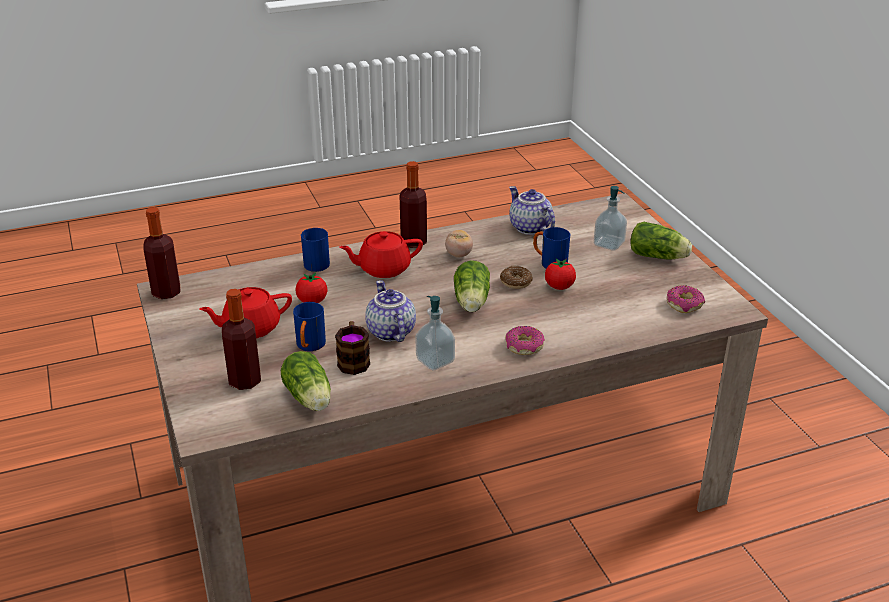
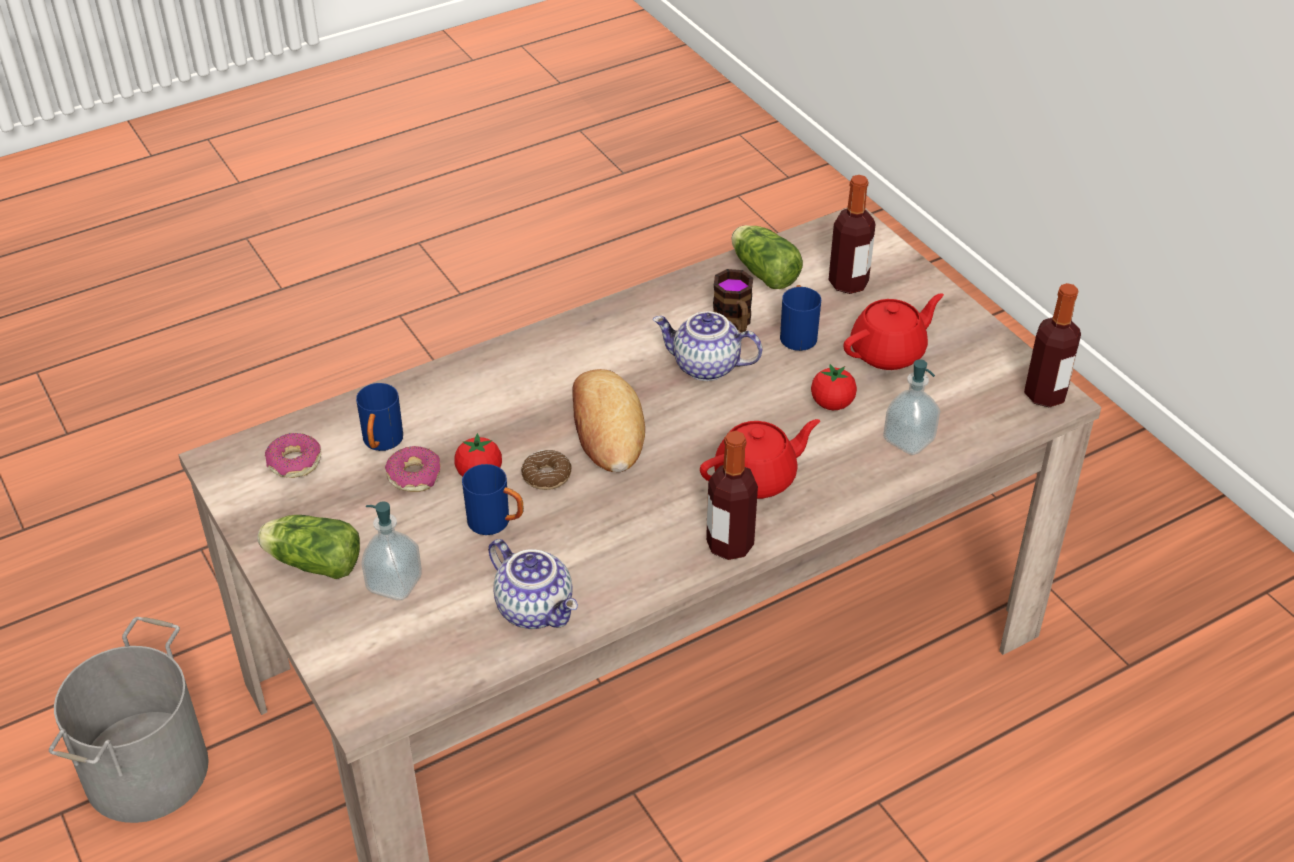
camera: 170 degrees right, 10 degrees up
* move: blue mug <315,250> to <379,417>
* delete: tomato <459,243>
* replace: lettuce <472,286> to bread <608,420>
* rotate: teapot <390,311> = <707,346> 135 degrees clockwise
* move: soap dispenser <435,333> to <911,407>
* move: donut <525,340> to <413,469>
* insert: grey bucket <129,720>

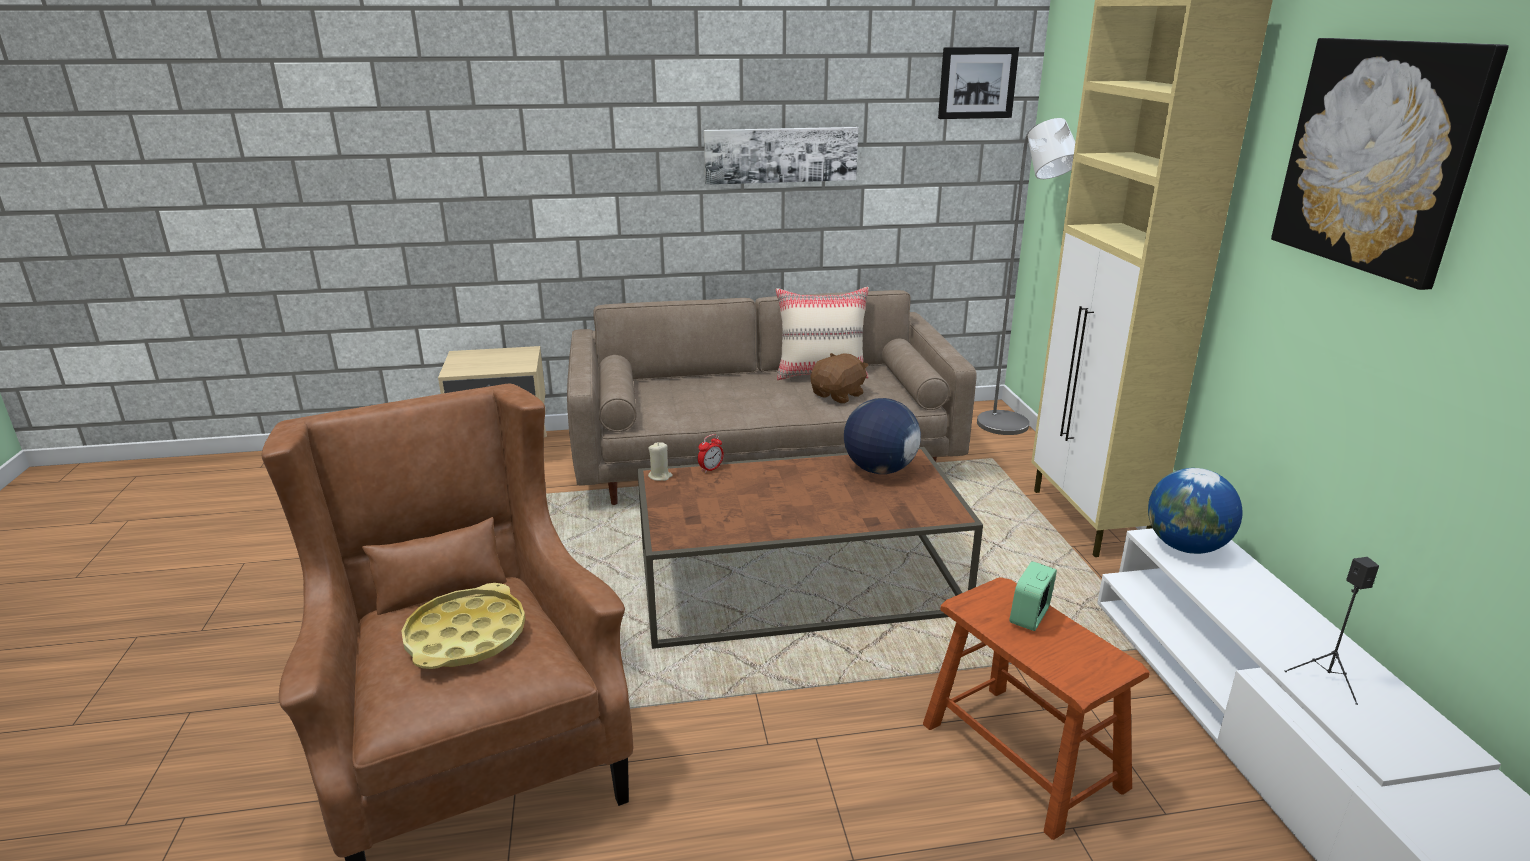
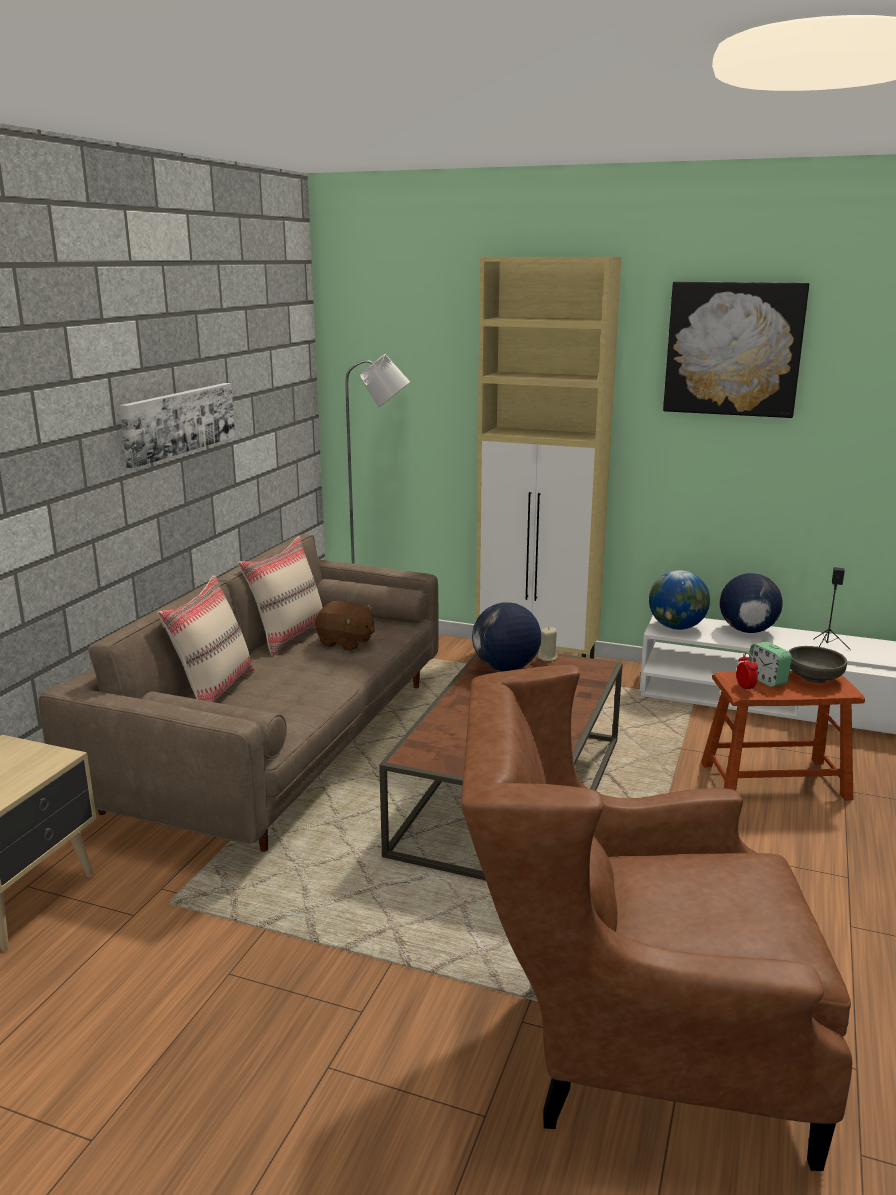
camera: 60 degrees left, 5 degrees down
* delete: picture <978,83>
* rotate: brown plush toy <840,378> = <345,626> 135 degrees clockwise
* move: alarm clock <711,453> to <747,672>
* move: beige candle <660,461> to <547,644>
* delete: yellow tray <463,626>
* insert: globe <751,603>
* insert: beige pillow <206,638>
* insert: grey bowl <818,664>

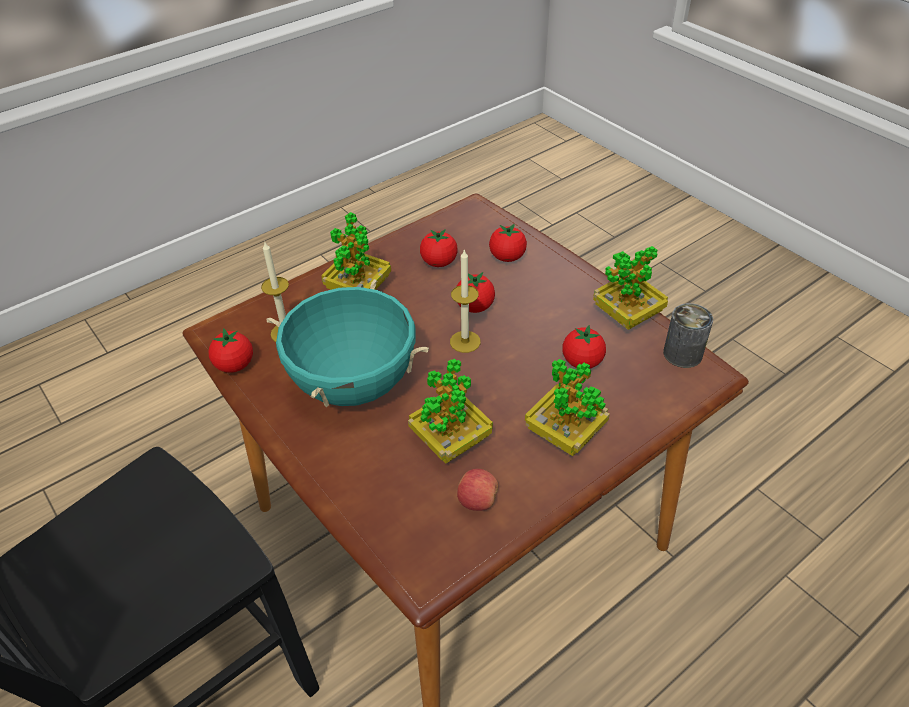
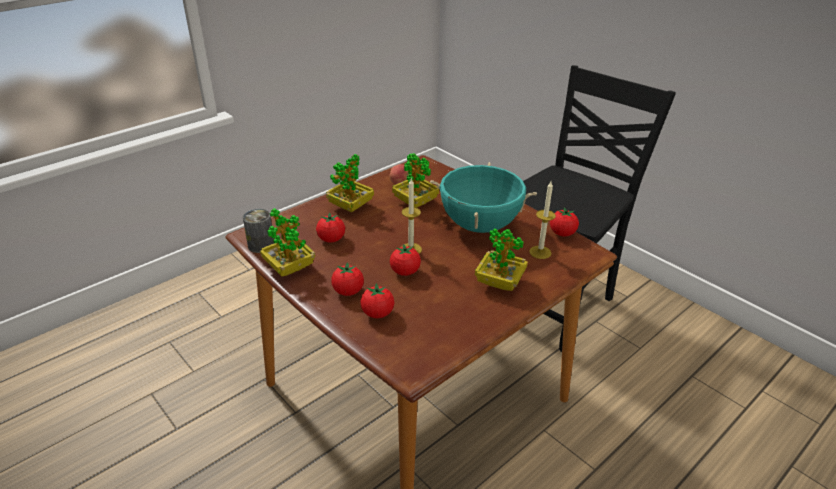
camera: 175 degrees right, 10 degrees down
* move: tomato <439,248> to <347,279>

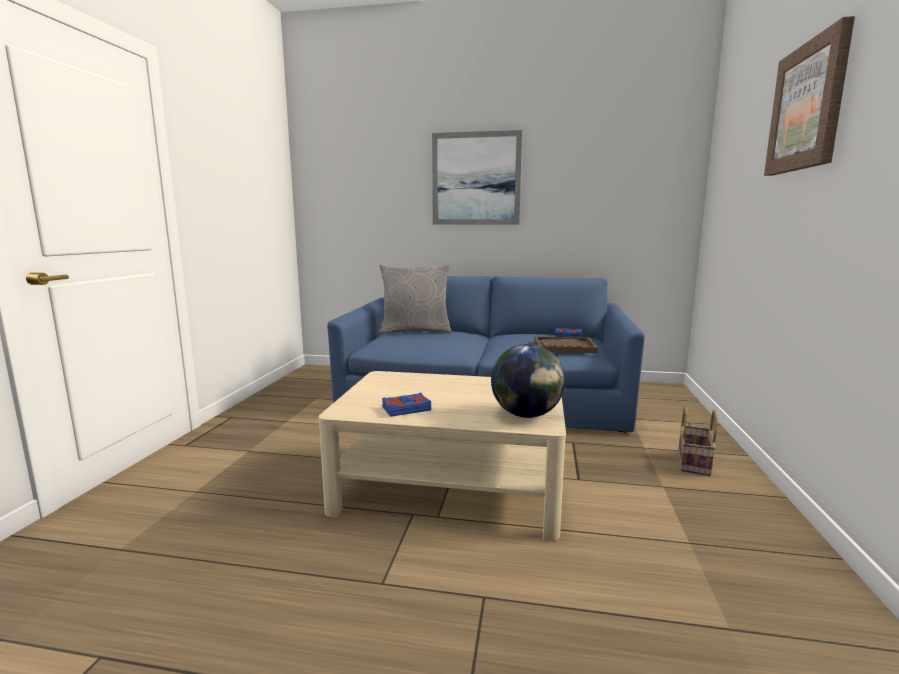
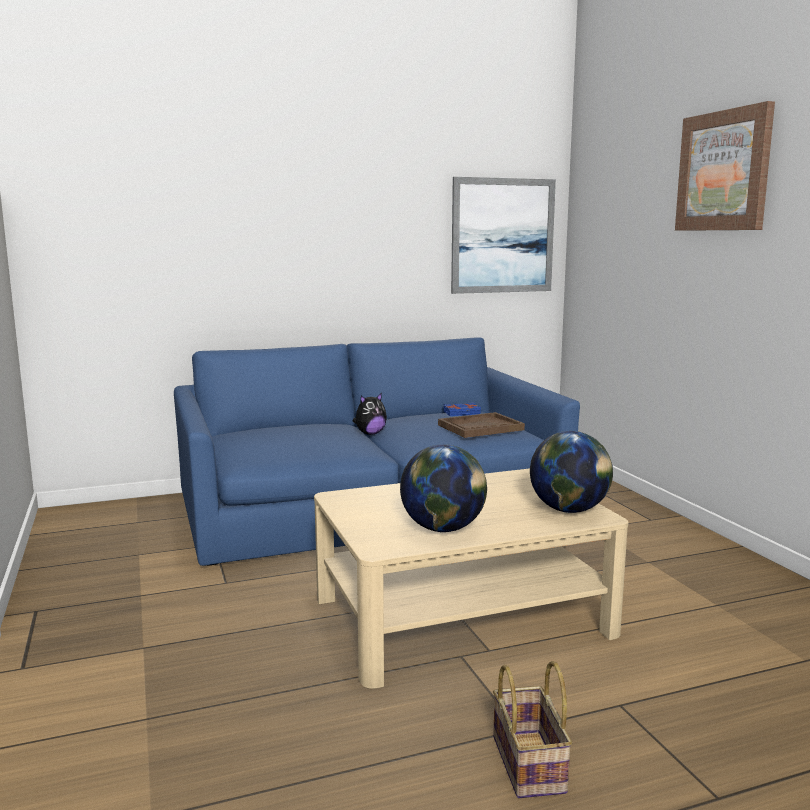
camera: 30 degrees left, 0 degrees up
* move: picture <477,177> to <503,235>
* delete: grey pillow <415,299>
* replace: blue book <406,405> to globe <443,488>
* move: basket <698,441> to <532,729>
* insert: plush toy <370,414>

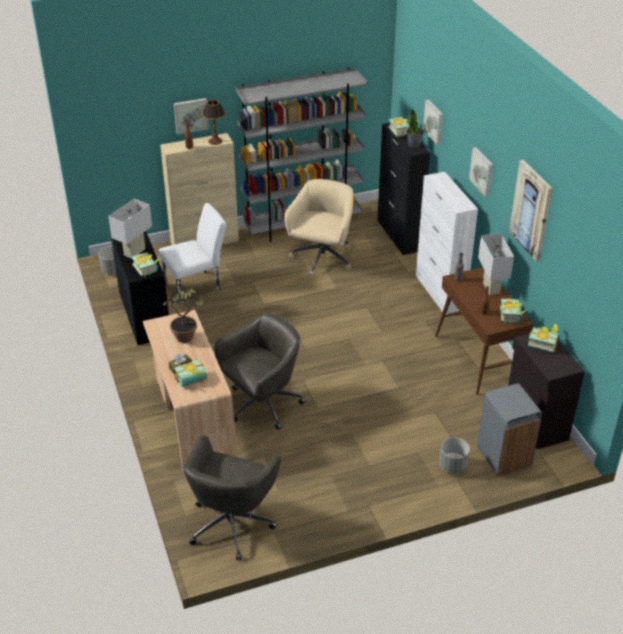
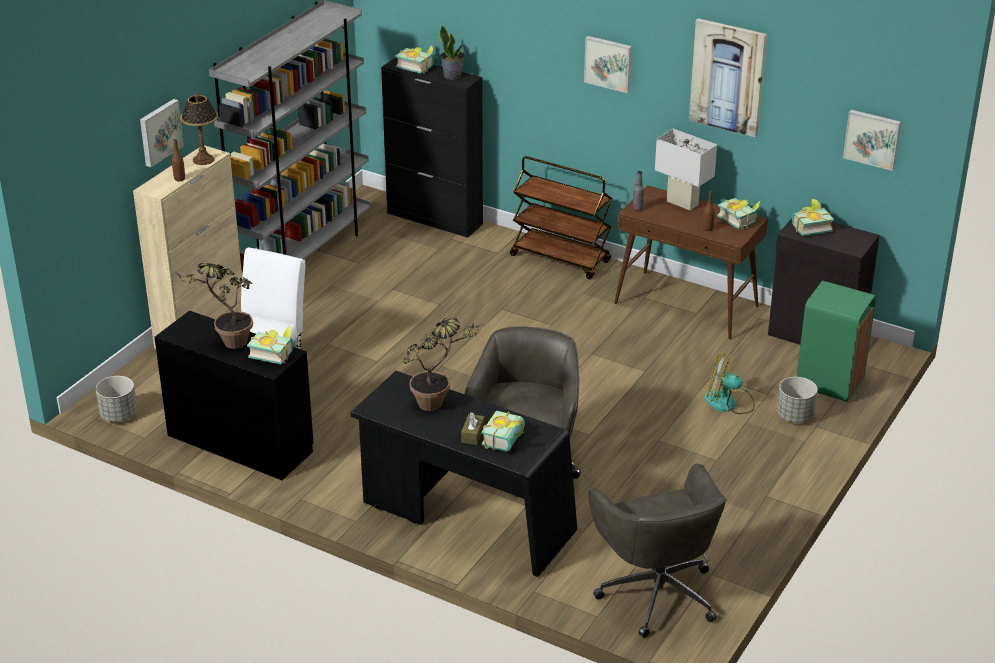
camera: 40 degrees left, 5 degrees down
* move: picture <433,122> to <872,140>
* replace: white cabinet <447,243> to brown cart <561,217>
* delete: beige office chair <318,227>
* replace: white table lamp <130,229> to potted plant <213,306>
* recolor: beige desk <190,392> to black desk <464,474>
* recolor: grey trash can <509,430> to green trash can <836,341>
* insert: fan <729,383>

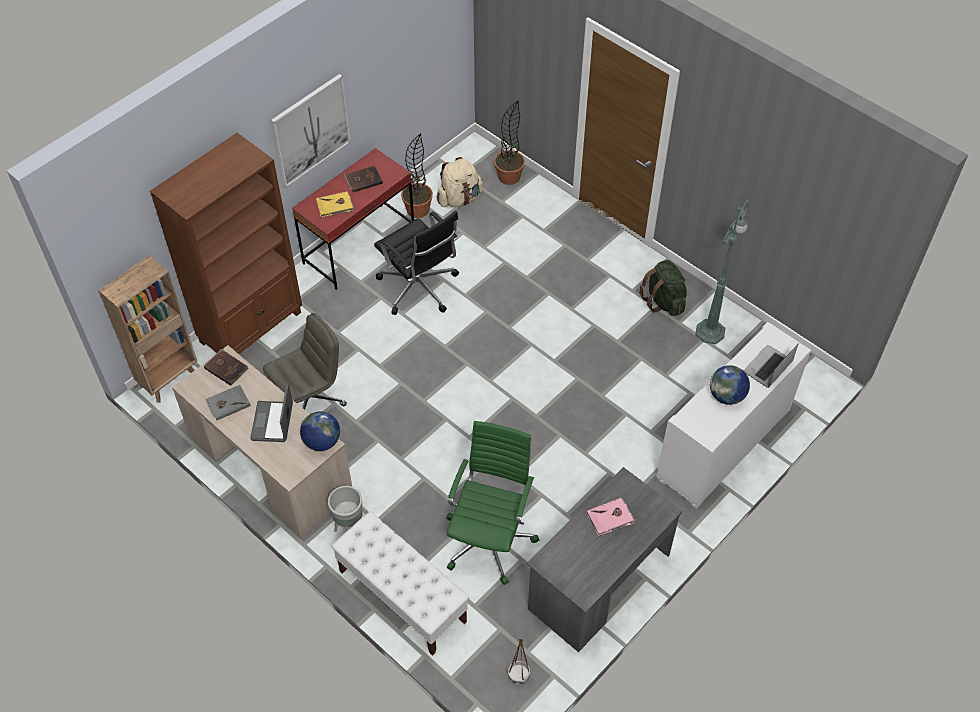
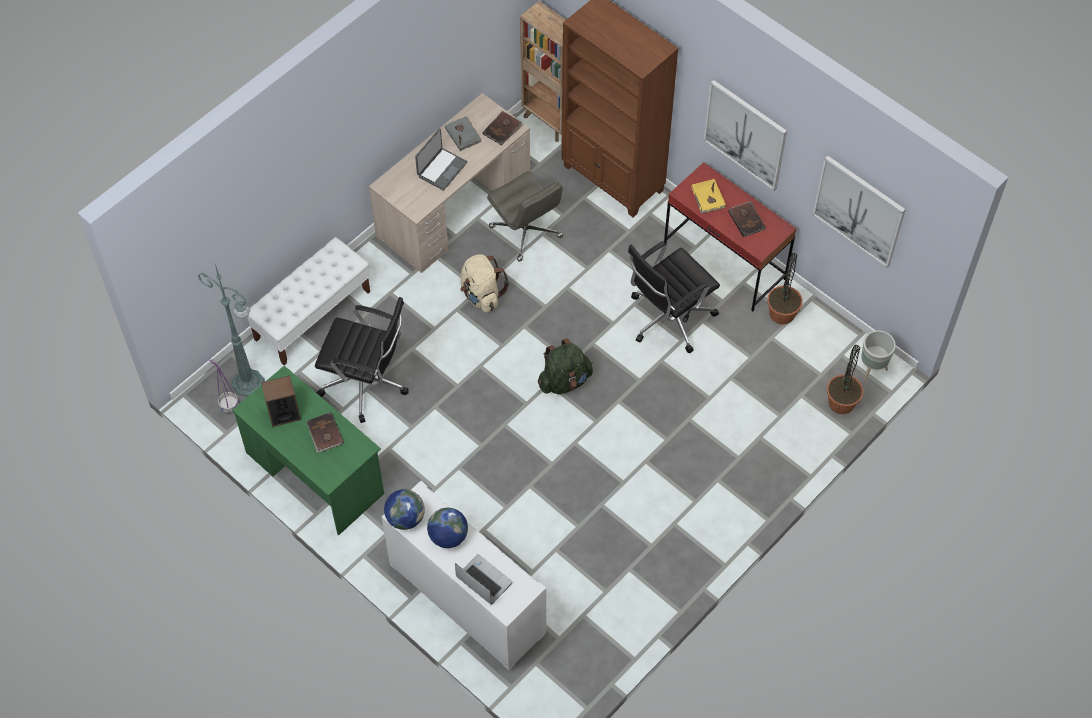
camera: 90 degrees right, 5 degrees up
* move: beige backpack <460,182> to <484,283>
* move: green floor lamp <722,269> to <231,330>
* move: green backpack <663,288> to <565,366>
* rotate: laptop <271,412> = <441,159> 120 degrees clockwise
* move: globe <320,431> to <404,509>
* recolor: green office chair <492,503> to black office chair <361,360>
* recolor: grey desk <604,559> to green desk <308,450>
* move: grey planter <345,509> to <878,355>
* recolor: pink book <610,517> to brown book <325,432>
* recolor: brown planter <519,662> to purple planter <224,385>
* insert: picture <859,211>
* insert: speaker <281,401>

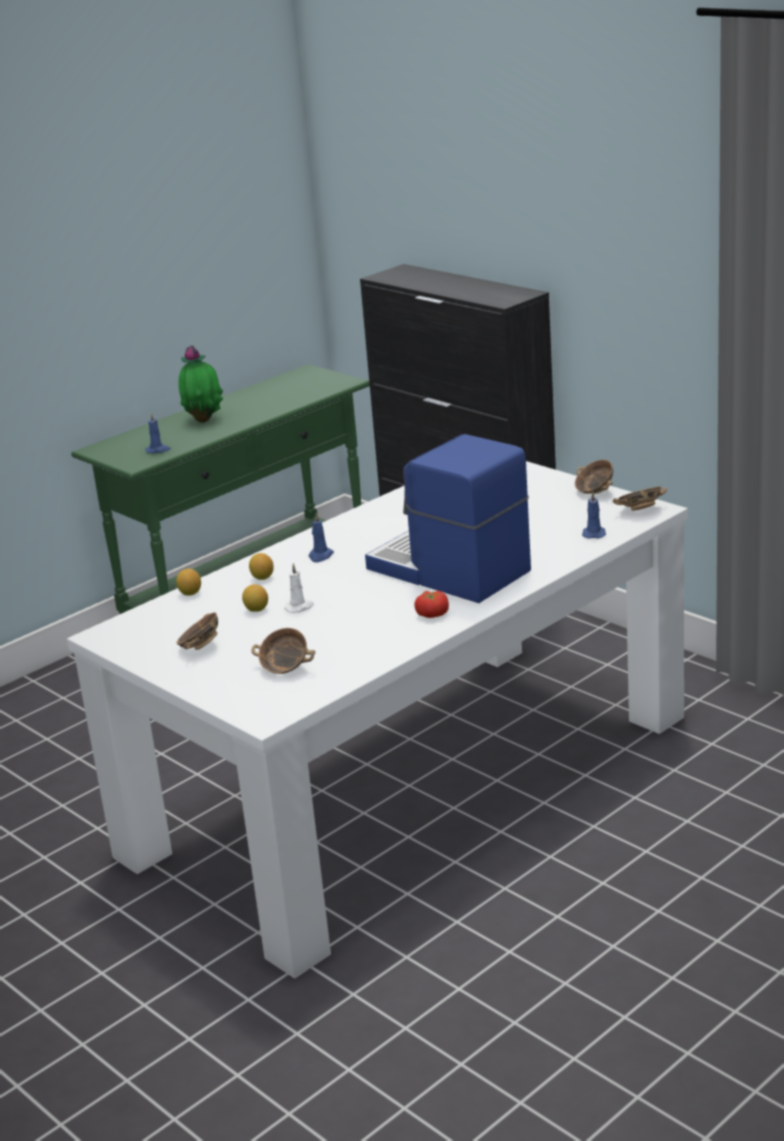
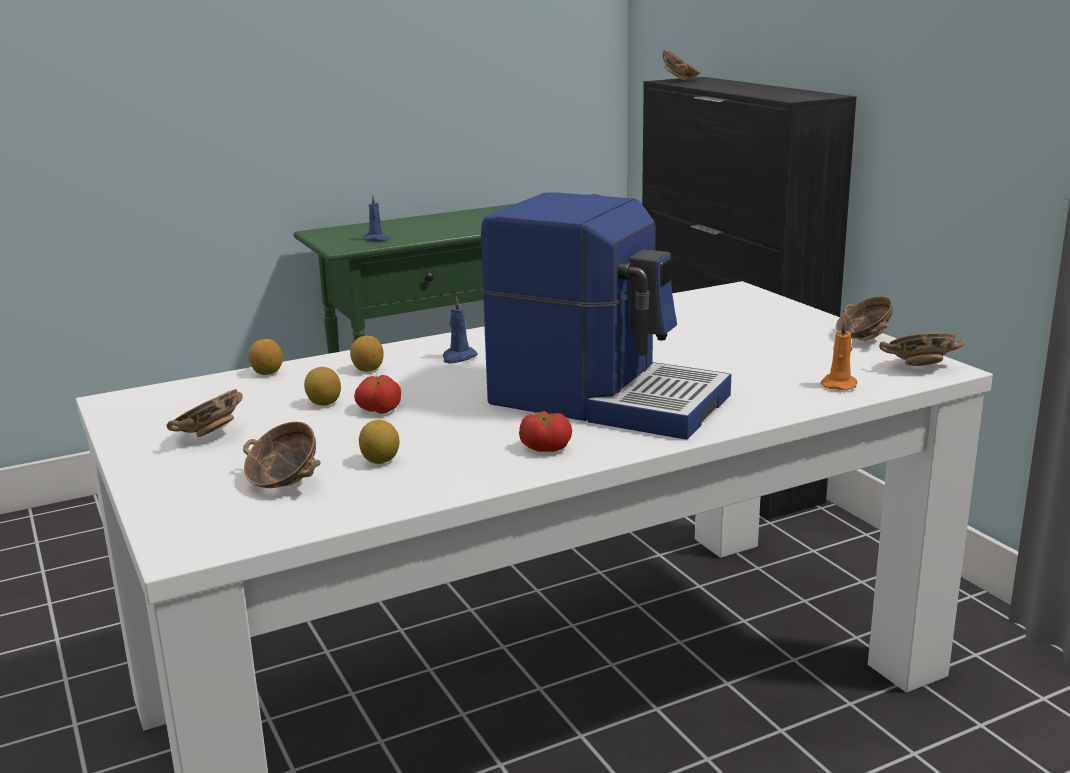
camera: 15 degrees right, 5 degrees down
* delete: potted plant <201,384>
* rotate: coffee machine <448,518> = <606,316> 150 degrees clockwise
* recolor: blue candle <594,515> to orange candle <838,355>
* replace: white candle <299,588> to tomato <377,394>
* insert: bowl <682,65>
* insert: lemon <379,442>

